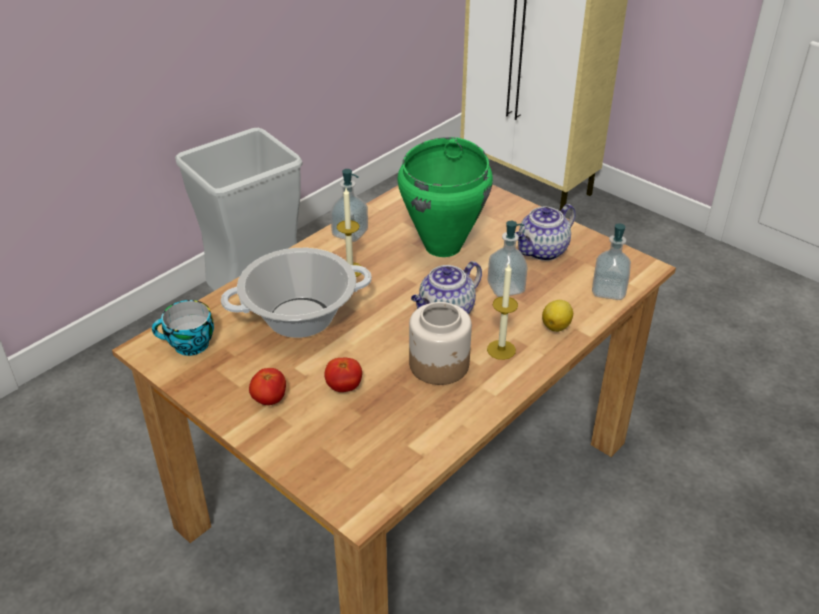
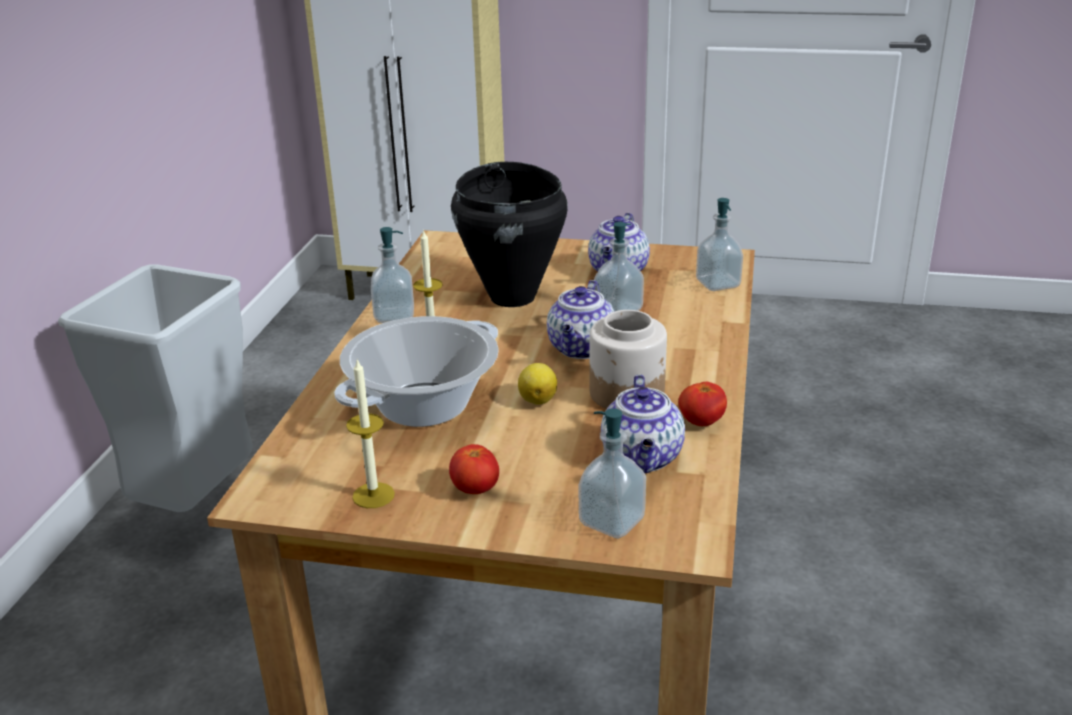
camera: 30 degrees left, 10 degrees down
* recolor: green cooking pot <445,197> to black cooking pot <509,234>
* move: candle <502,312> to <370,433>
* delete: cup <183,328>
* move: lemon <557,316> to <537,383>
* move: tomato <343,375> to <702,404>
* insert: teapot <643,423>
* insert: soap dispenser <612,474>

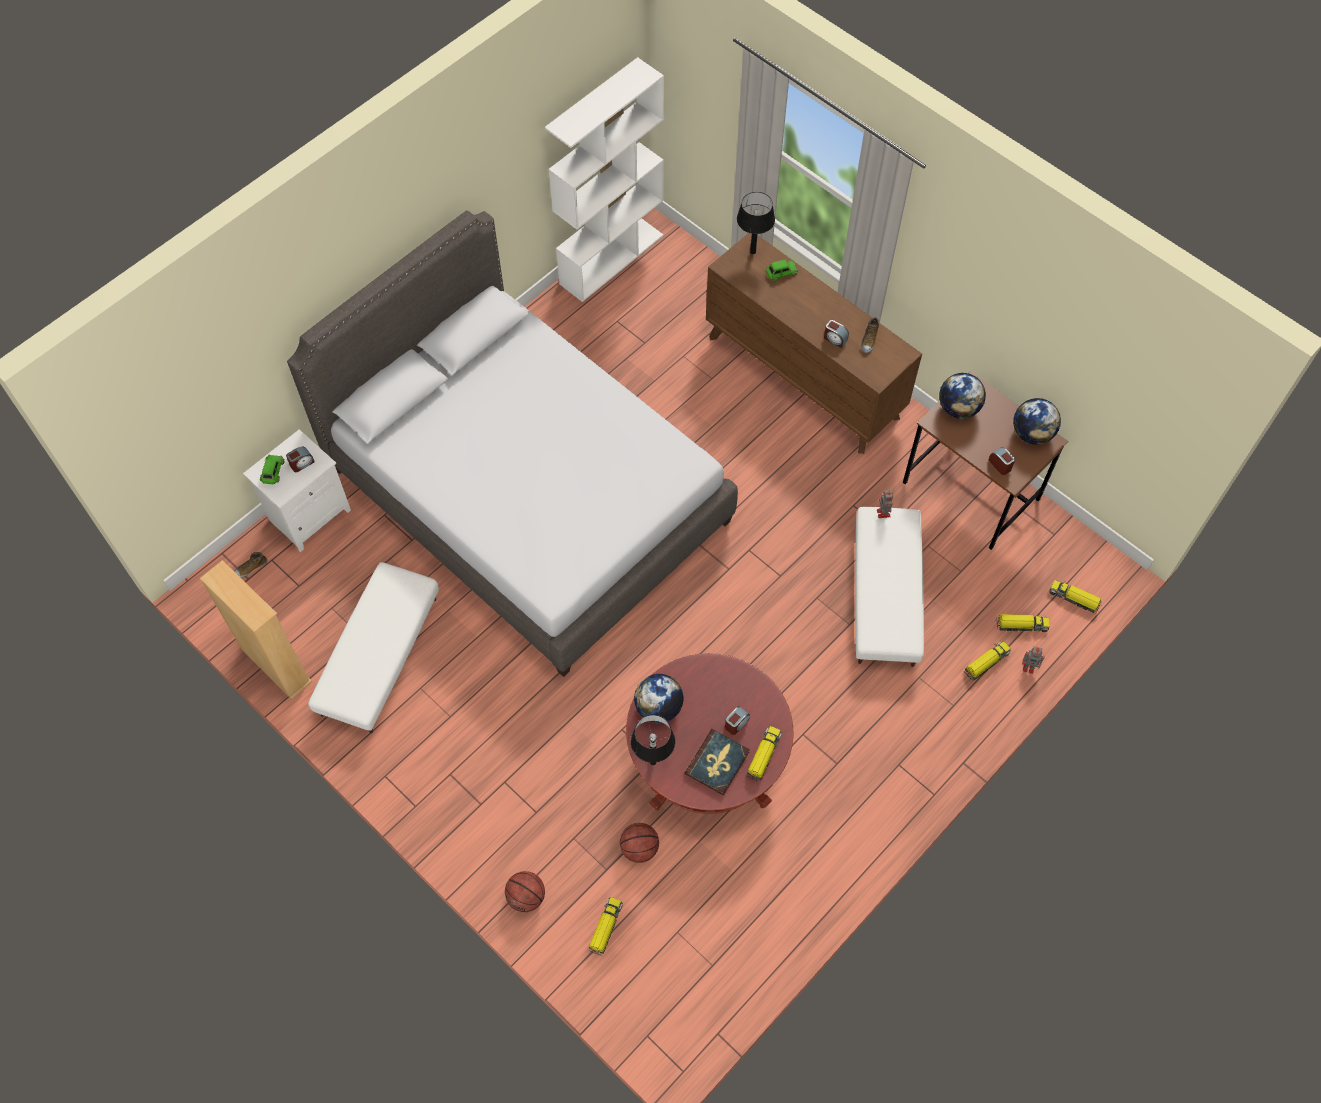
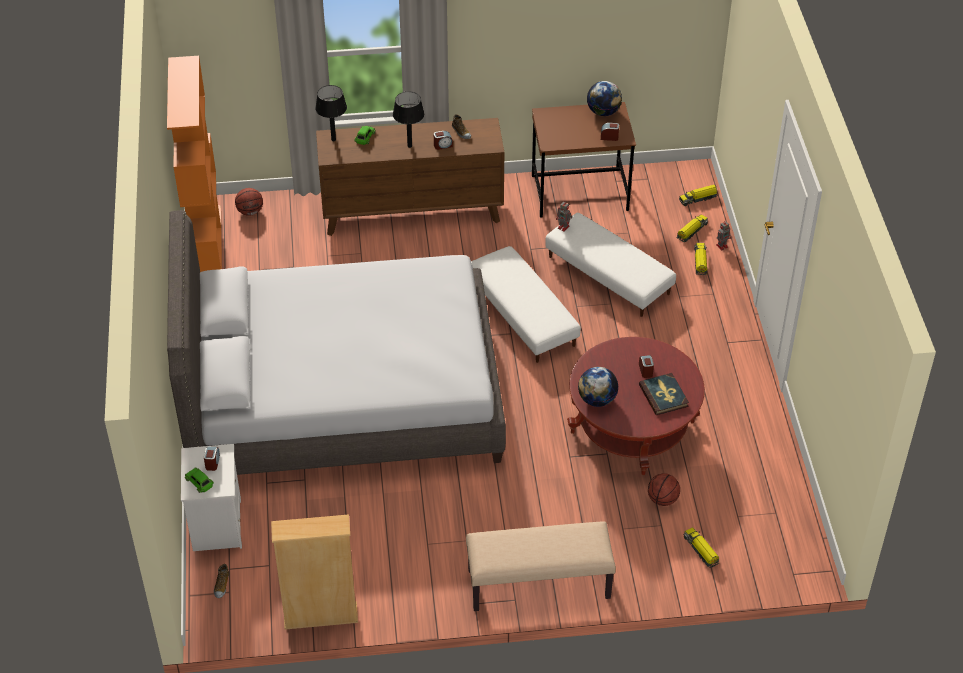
camera: 50 degrees left, 15 degrees down
* recolor: white bookcase <604,179> to orange bookcase <194,164>
* delete: globe <962,396>
* move: white ottoman <373,647> to <526,304>
* move: black table lamp <653,740> to <408,119>
* delete: toy truck <764,754>
* move: basketball <525,891> to <249,202>
* insert: beige bench <541,566>

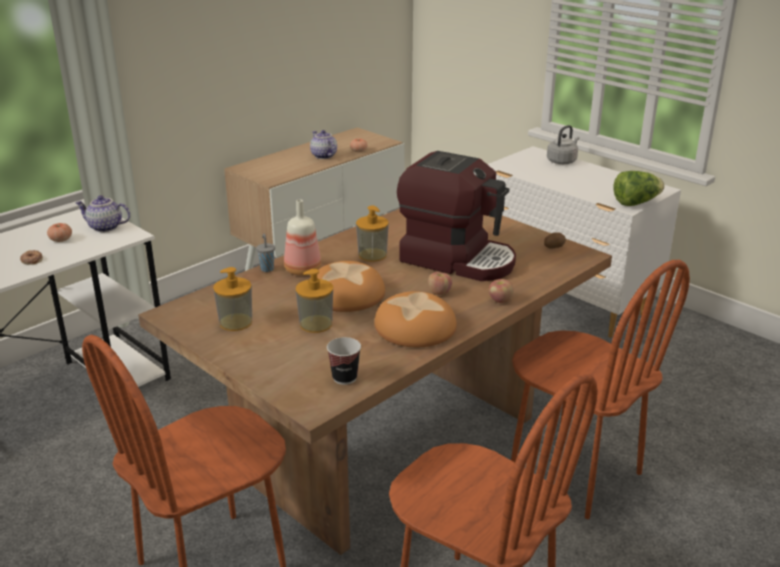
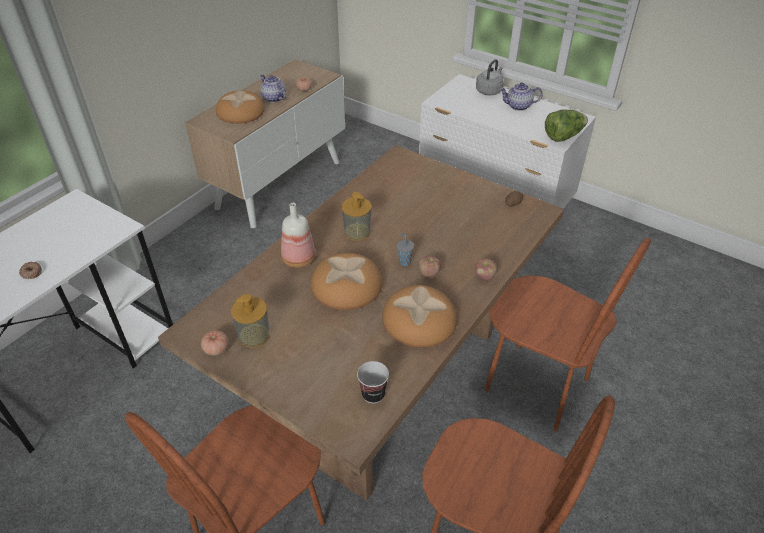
camera: 10 degrees left, 15 degrees up
* delete: coffee machine <456,216>
* move: teapot <102,213> to <521,96>
* move: tomato <59,232> to <215,342>
* move: grey cup <265,253> to <405,249>
* delete: soap dispenser <314,301>
* insert: bread <240,107>

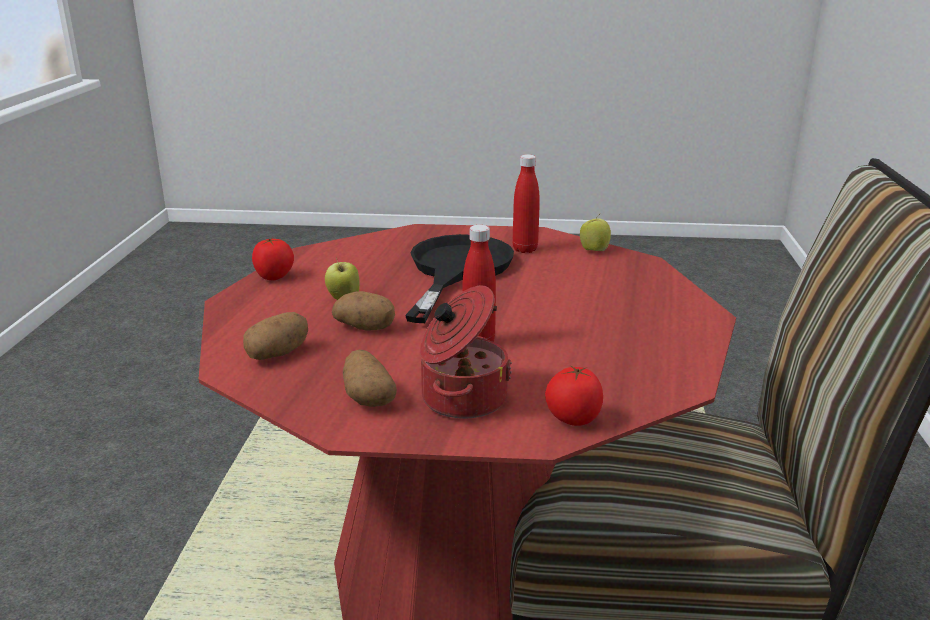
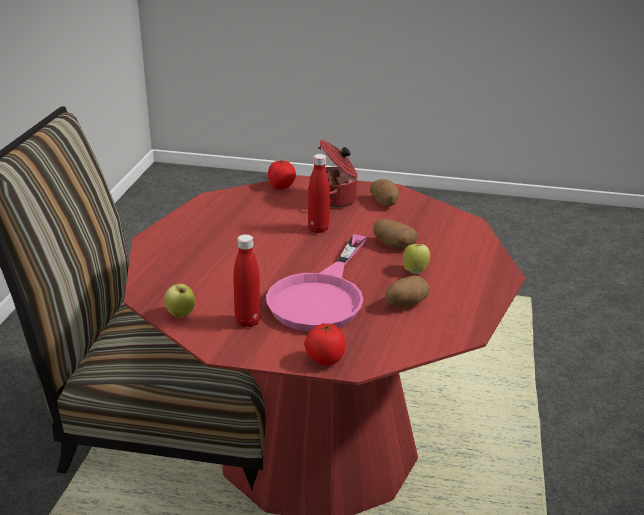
camera: 175 degrees left, 5 degrees up
* recolor: black frying pan <459,278> to pink frying pan <316,283>
* move: tomato <273,259> to <325,344>
* move: potato <275,336> to <407,291>

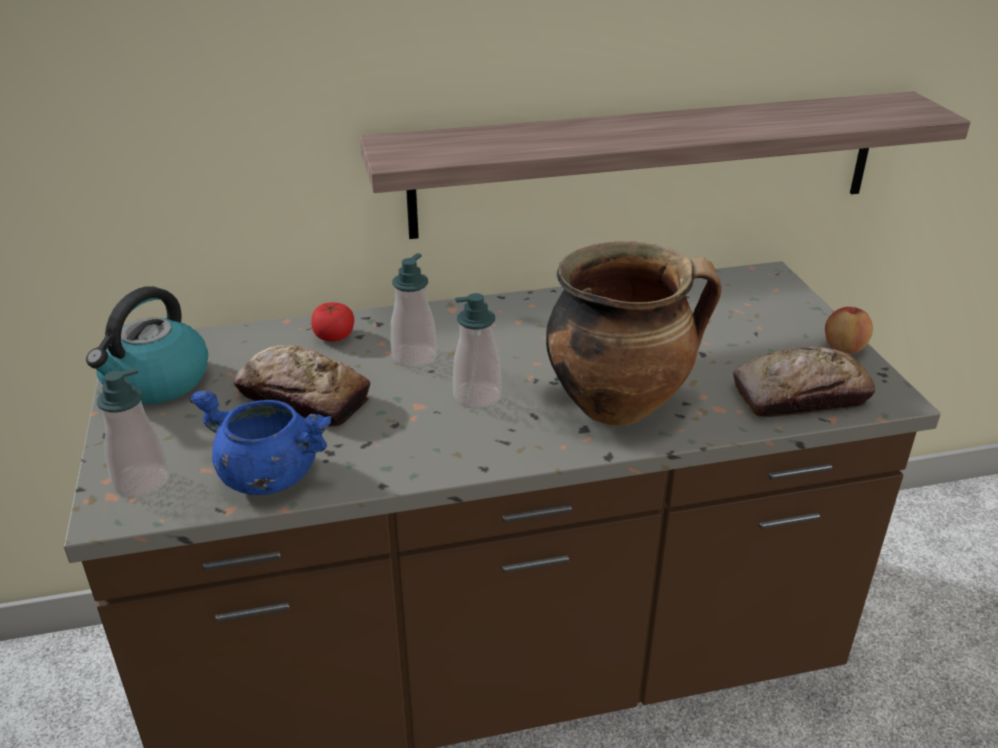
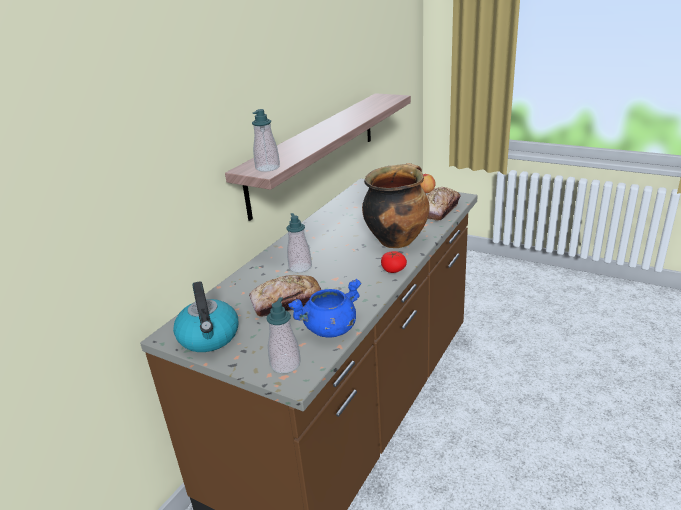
camera: 45 degrees left, 5 degrees down
* move: soap dispenser <477,351> to <266,140>
* move: tomato <332,322> to <394,262>

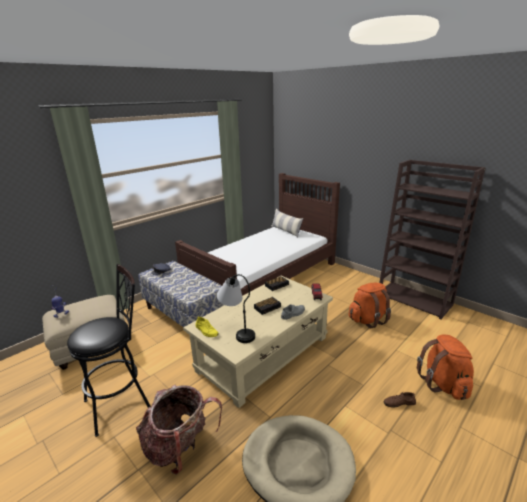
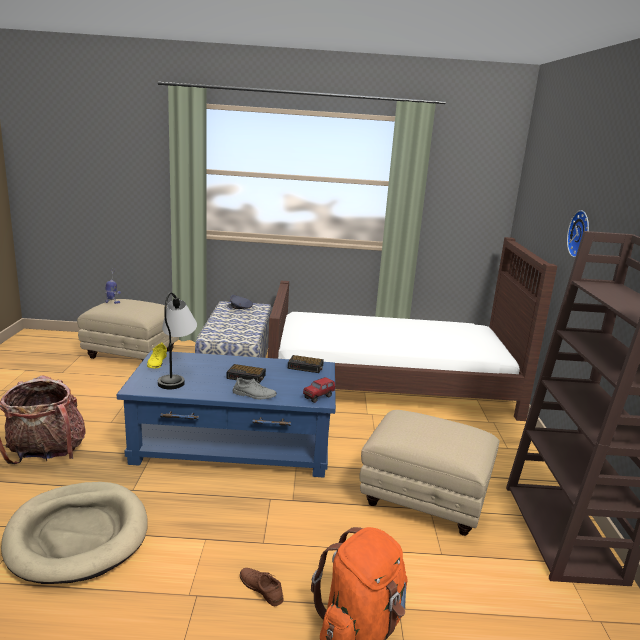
camera: 45 degrees right, 5 degrees down
* delete: pillow <287,223>
* delete: black stool <109,350>
* recolor: beige coffee table <258,342> to blue coffee table <226,413>
* replace: orange backpack <370,305> to beige ottoman <430,473>
* insert: wall clock <578,233>

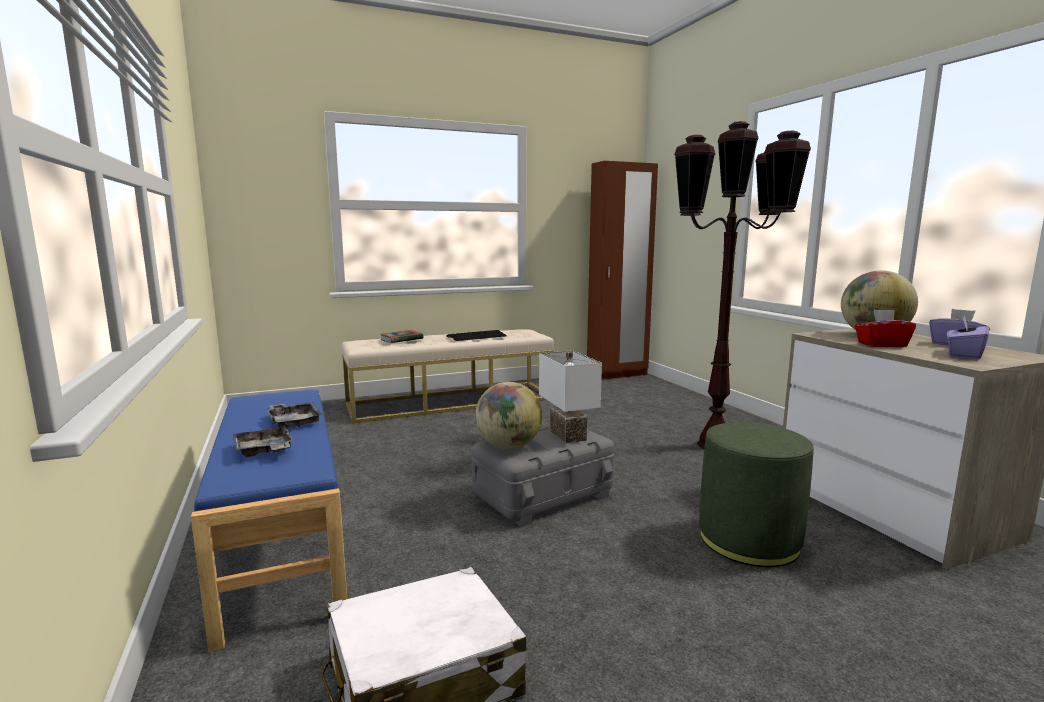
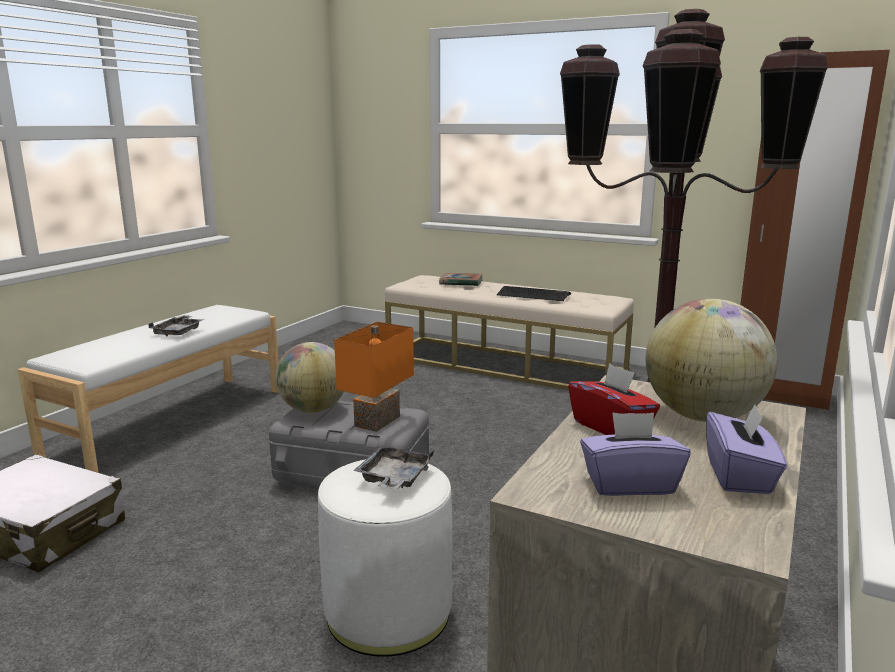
camera: 50 degrees right, 5 degrees up
* recolor: white table lamp <570,396> to orange table lamp <374,377>
* recolor: blue bench <269,520> to white bench <148,389>
* recolor: green ottoman <756,494> to white ottoman <385,558>
* move: grey tray <263,440> to <393,467>

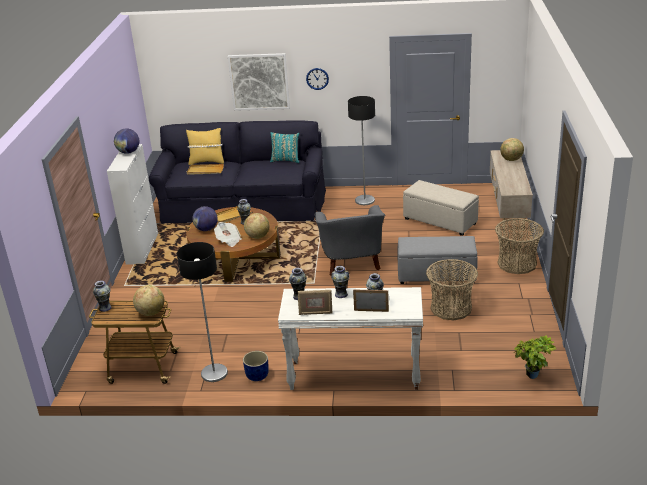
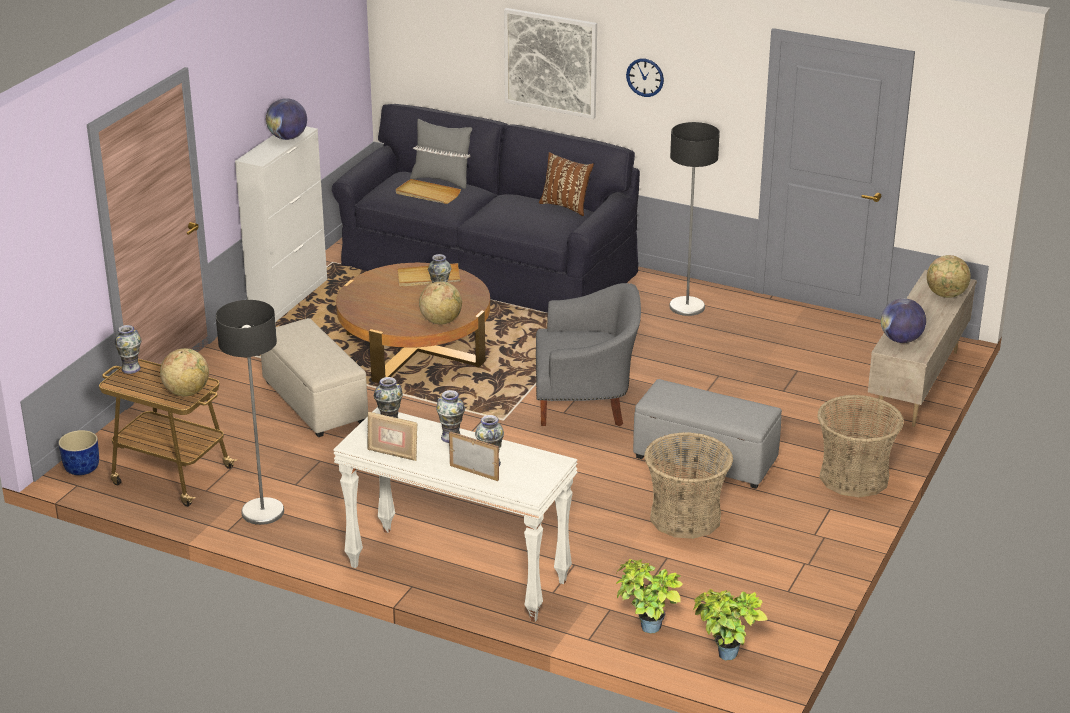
camera: 20 degrees right, 0 degrees up
* recolor: yellow pillow <205,146> to grey pillow <441,153>
* recolor: turquoise pillow <285,147> to brown pillow <566,184>
* move: beige ottoman <441,208> to <314,377>
* rotate: grey armchair <350,240> = <588,354> 105 degrees counterclockwise
* move: globe <205,218> to <903,320>
* delete: newspaper <228,234>
* move: blue planter <256,366> to <78,452>
* insert: potted plant <649,596>

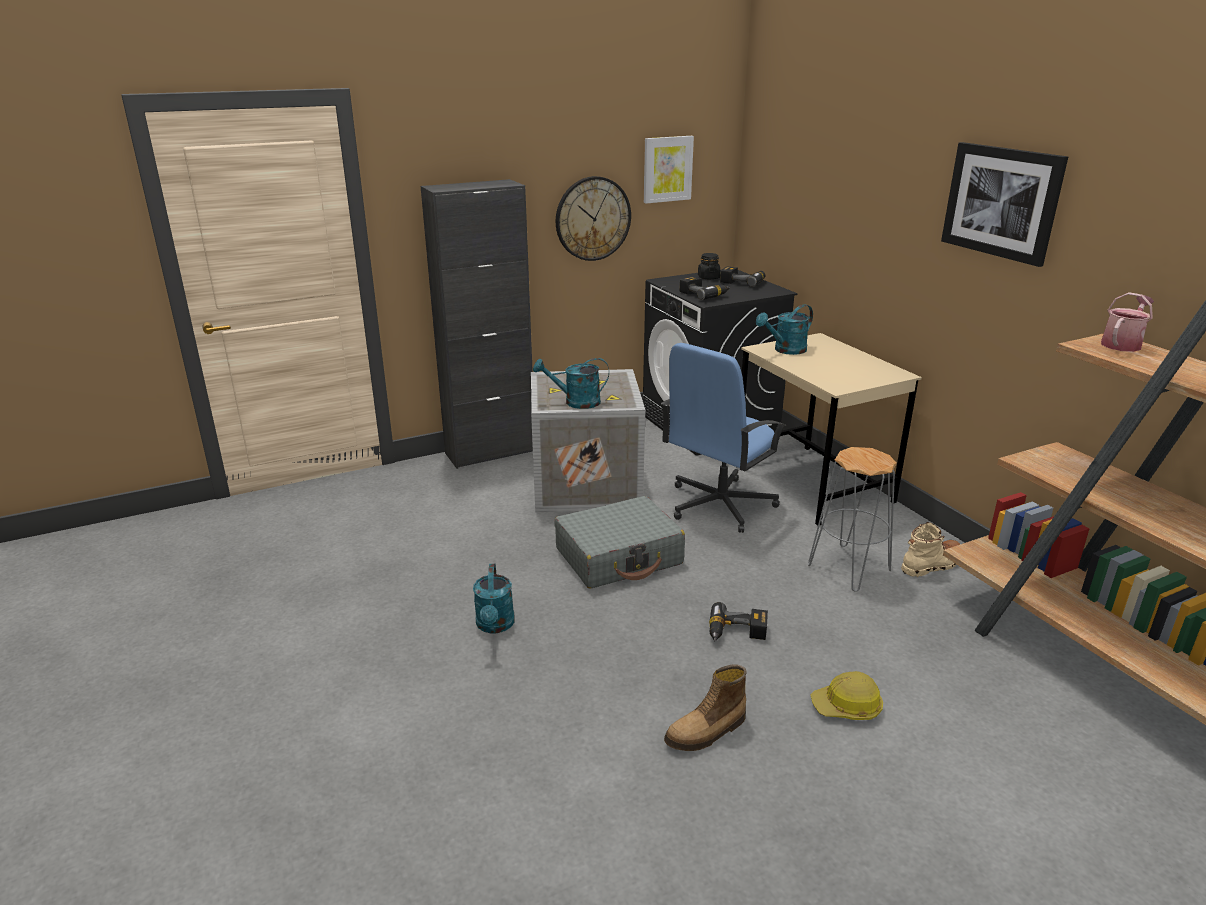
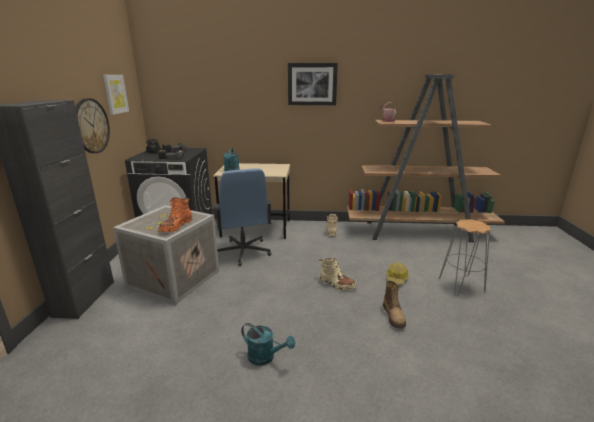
camera: 60 degrees left, 5 degrees down
* replace: turquoise watering can <571,383> to orange boot <175,214>
* move: grey stool <852,519> to <465,257>
* delete: grey suitcase <620,542>
* replace: power drill <738,622> to beige boot <337,274>

